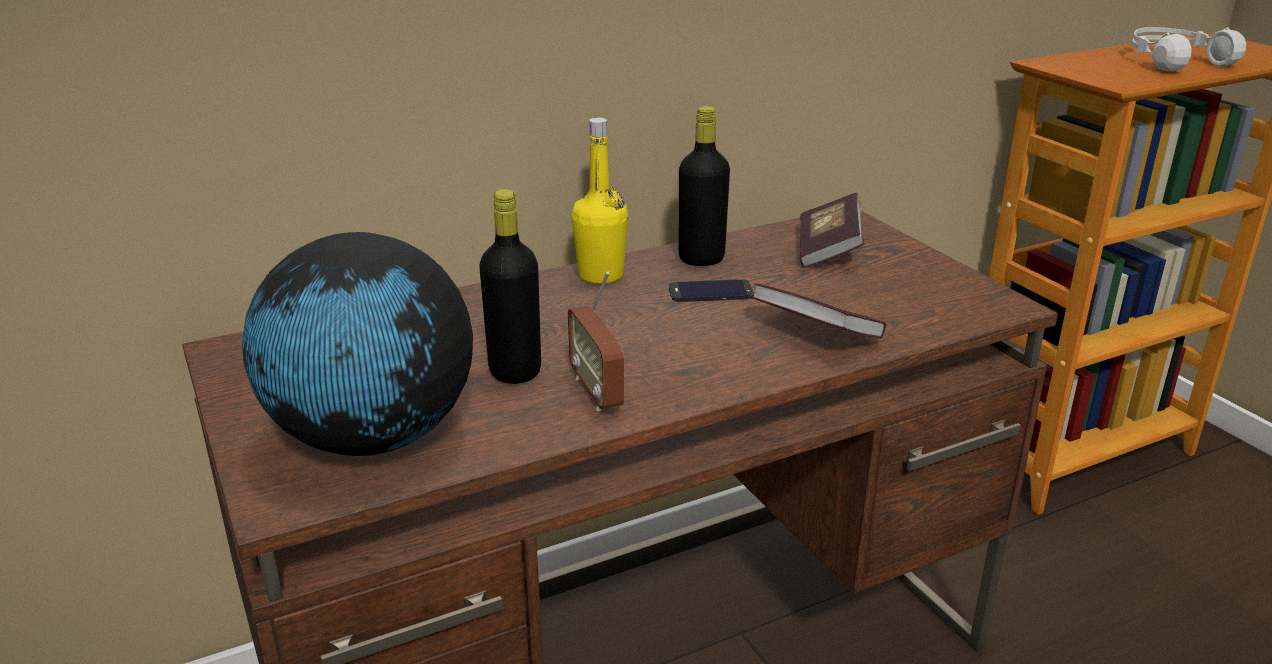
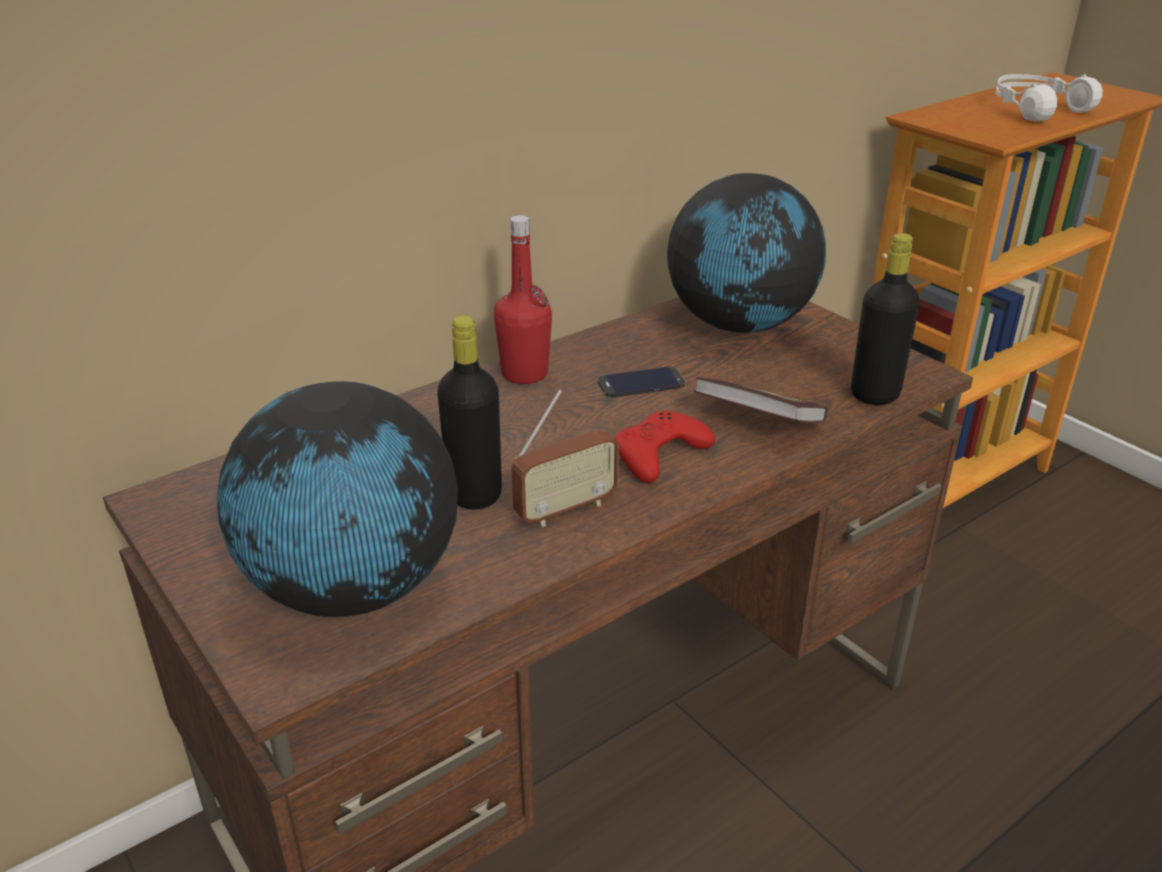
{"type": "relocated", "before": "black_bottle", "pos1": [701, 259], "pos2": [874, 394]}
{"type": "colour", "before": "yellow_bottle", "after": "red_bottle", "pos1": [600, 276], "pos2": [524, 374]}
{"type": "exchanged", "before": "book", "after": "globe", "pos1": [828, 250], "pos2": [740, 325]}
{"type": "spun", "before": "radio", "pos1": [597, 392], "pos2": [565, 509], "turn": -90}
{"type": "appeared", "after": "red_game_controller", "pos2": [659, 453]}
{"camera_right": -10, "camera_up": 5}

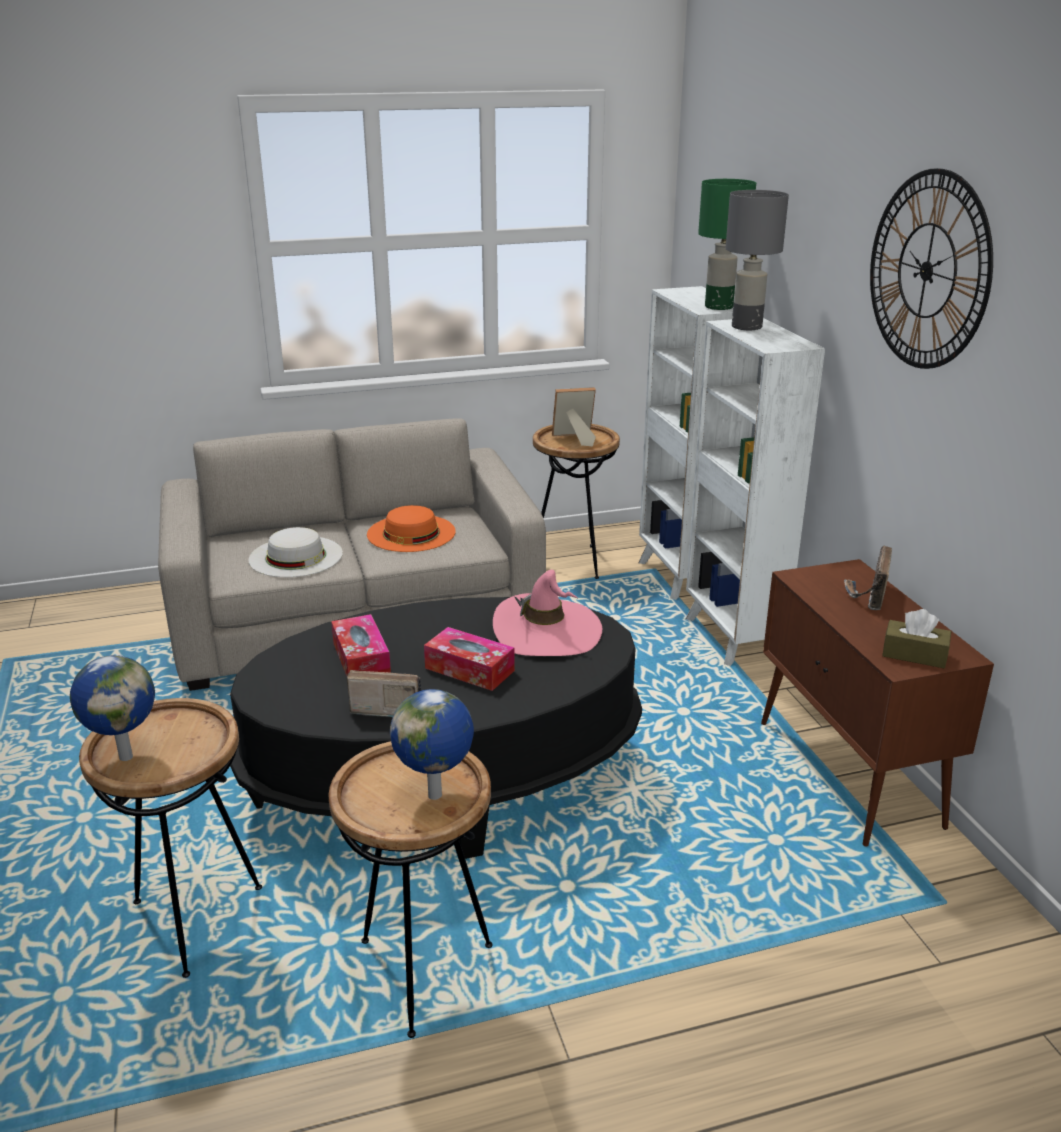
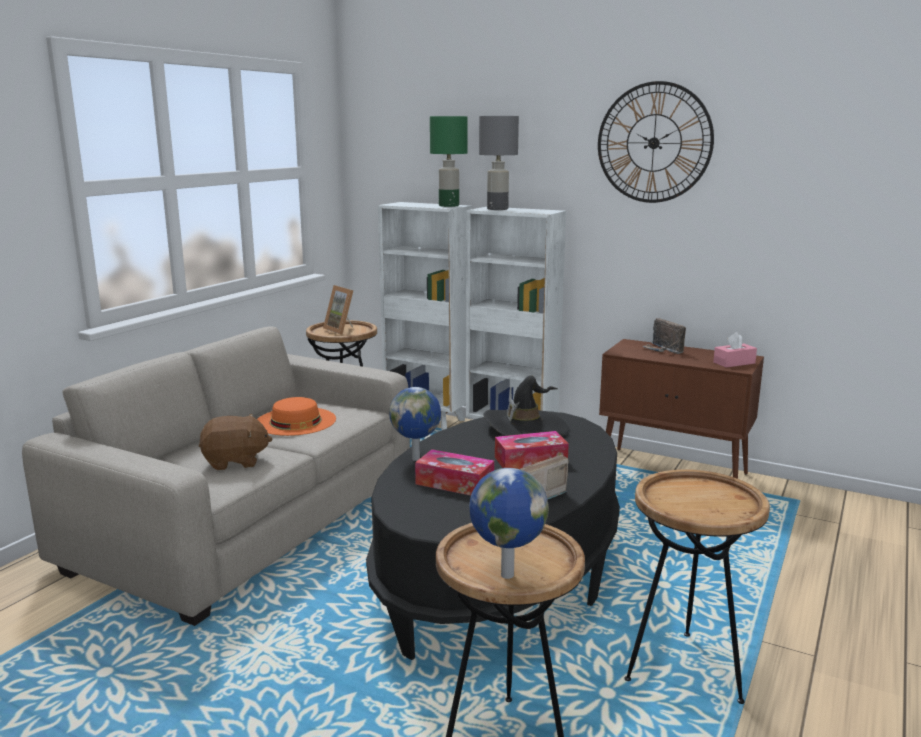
{"type": "spun", "before": "picture_frame", "pos1": [574, 439], "pos2": [342, 330], "turn": -75}
{"type": "exchanged", "before": "white_hat", "after": "brown_plush_toy", "pos1": [296, 556], "pos2": [235, 461]}
{"type": "colour", "before": "pink_hat", "after": "black_hat", "pos1": [547, 631], "pos2": [526, 428]}
{"type": "colour", "before": "brown_tissue_box", "after": "pink_tissue_box", "pos1": [914, 655], "pos2": [734, 363]}
{"type": "relocated", "before": "globe", "pos1": [436, 795], "pos2": [417, 458]}
{"camera_right": -45, "camera_up": -10}

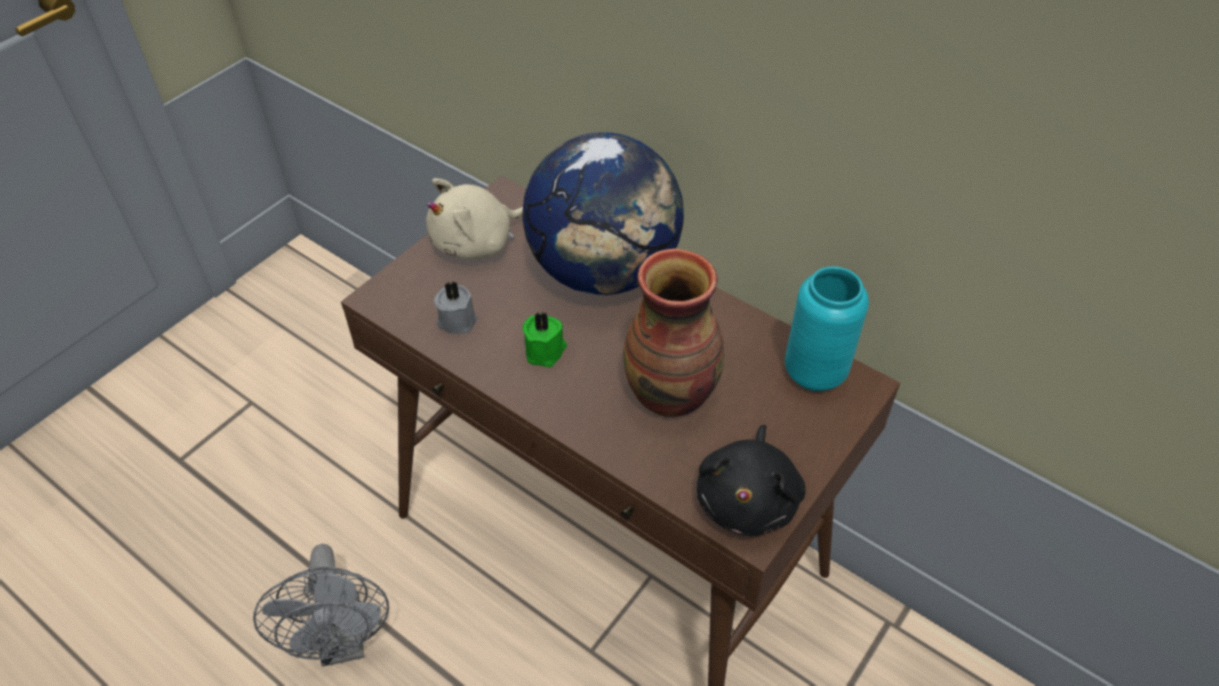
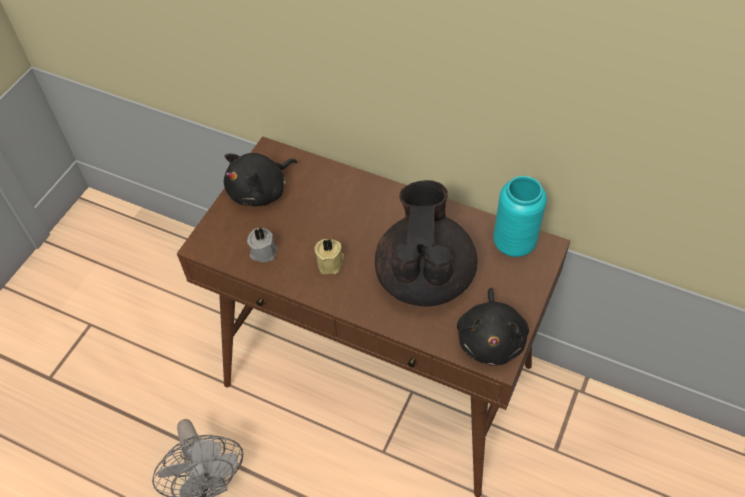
{"type": "missing", "before": "globe", "pos1": [604, 271]}
{"type": "colour", "before": "beige_plush_toy", "after": "black_plush_toy", "pos1": [478, 242], "pos2": [260, 191]}
{"type": "exchanged", "before": "vase", "after": "black_teapot", "pos1": [673, 394], "pos2": [424, 276]}
{"type": "colour", "before": "green_candle", "after": "beige_candle", "pos1": [546, 351], "pos2": [331, 262]}
{"camera_right": -10, "camera_up": 5}

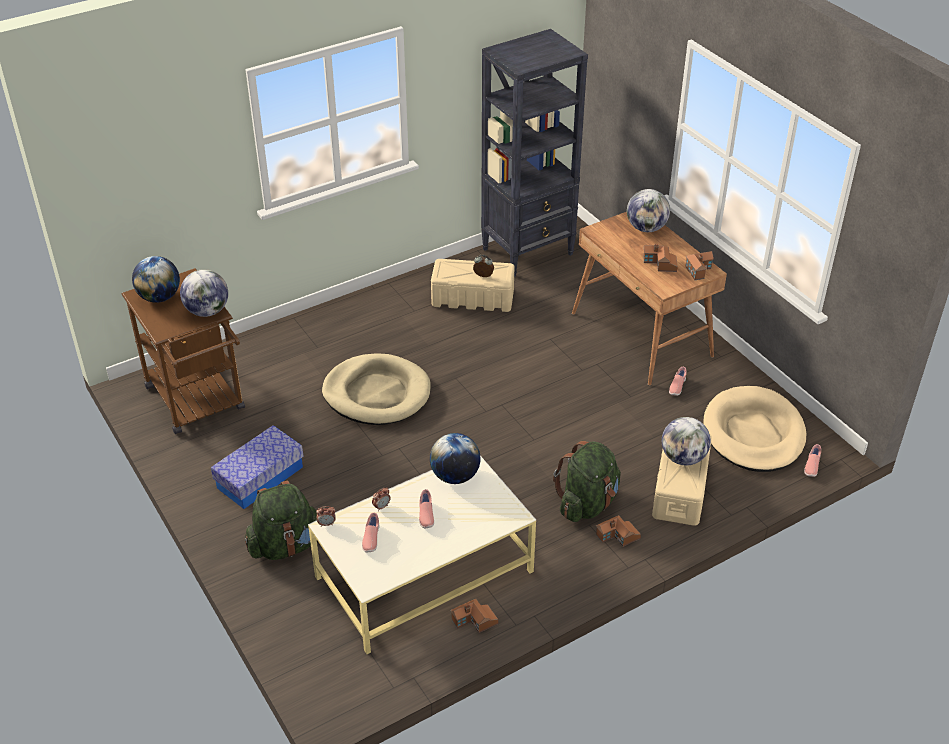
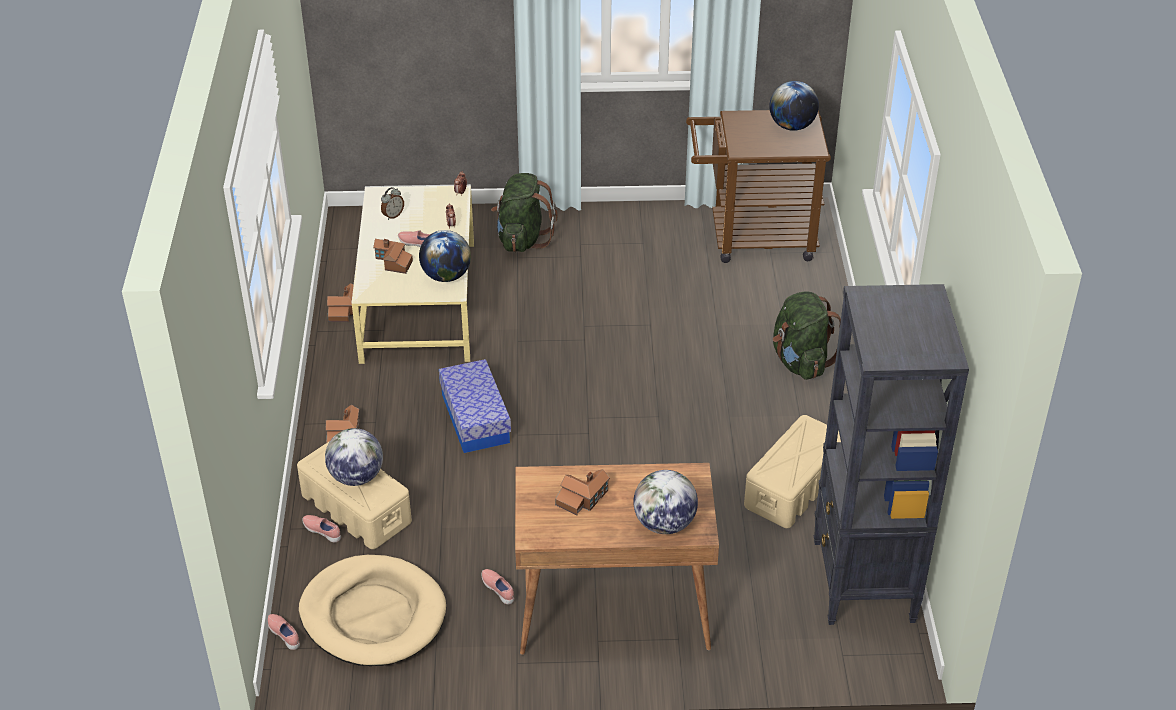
{"type": "relocated", "before": "toy_house", "pos1": [698, 269], "pos2": [393, 262]}
{"type": "relocated", "before": "alarm_clock", "pos1": [483, 276], "pos2": [393, 215]}
{"type": "missing", "before": "globe", "pos1": [207, 311]}
{"type": "missing", "before": "beige_dog_bed", "pos1": [377, 393]}
{"type": "relocated", "before": "storage_box", "pos1": [260, 477], "pos2": [475, 418]}
{"type": "relocated", "before": "green_backpack", "pos1": [587, 503], "pos2": [801, 362]}
{"type": "relocated", "before": "pink_shoe", "pos1": [371, 539], "pos2": [323, 531]}
{"camera_right": 120, "camera_up": 0}

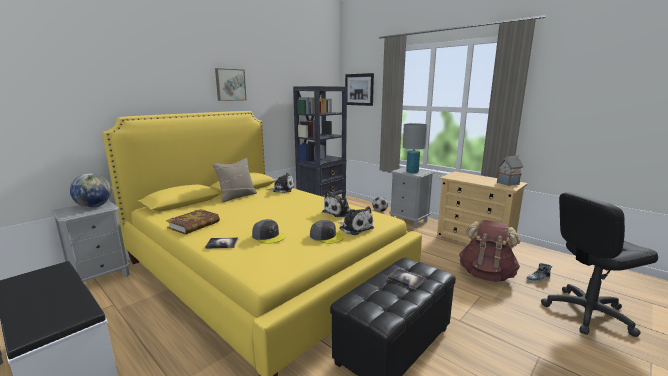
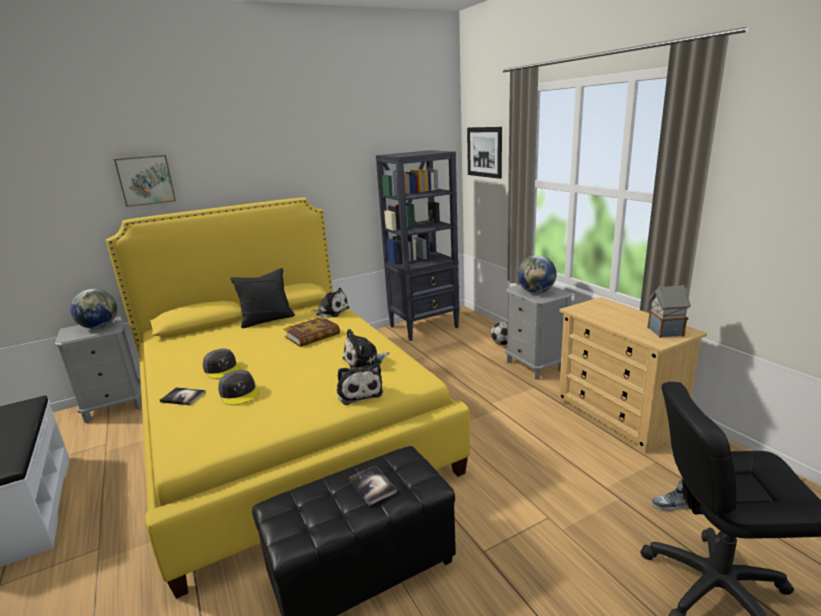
{"type": "relocated", "before": "picture", "pos1": [230, 85], "pos2": [145, 180]}
{"type": "exchanged", "before": "grey_table_lamp", "after": "globe", "pos1": [412, 172], "pos2": [536, 292]}
{"type": "colour", "before": "beige_pillow", "after": "black_pillow", "pos1": [237, 196], "pos2": [267, 320]}
{"type": "relocated", "before": "book", "pos1": [194, 225], "pos2": [312, 335]}
{"type": "relocated", "before": "grey_cap", "pos1": [326, 236], "pos2": [222, 369]}
{"type": "missing", "before": "brown_backpack", "pos1": [486, 275]}
{"camera_right": 20, "camera_up": 5}

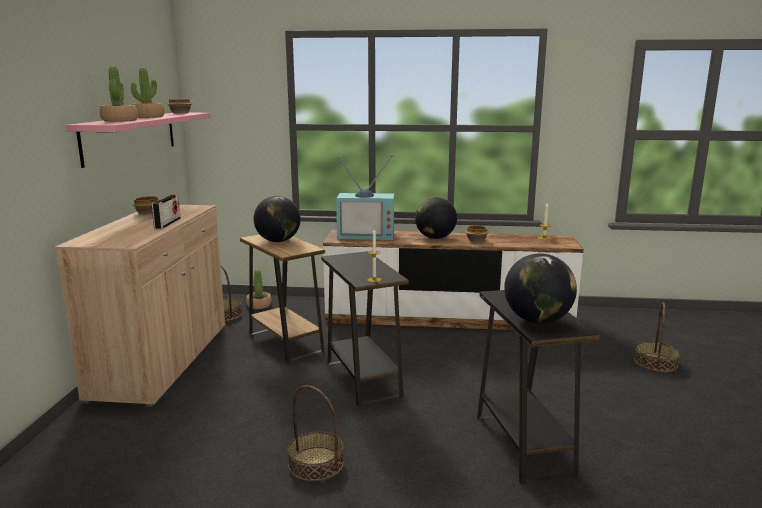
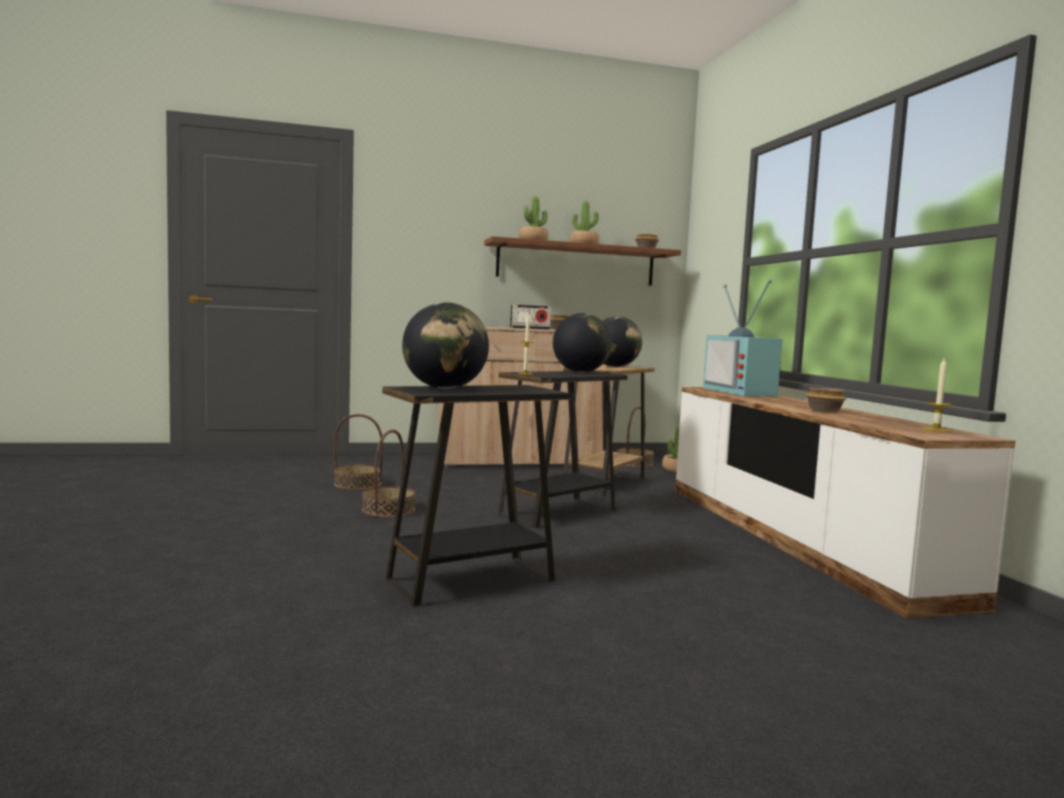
{"type": "colour", "before": "pink_shelf", "after": "brown_shelf", "pos1": [131, 136], "pos2": [576, 264]}
{"type": "relocated", "before": "globe", "pos1": [435, 238], "pos2": [580, 372]}
{"type": "relocated", "before": "basket", "pos1": [655, 362], "pos2": [358, 484]}
{"camera_right": 70, "camera_up": -10}

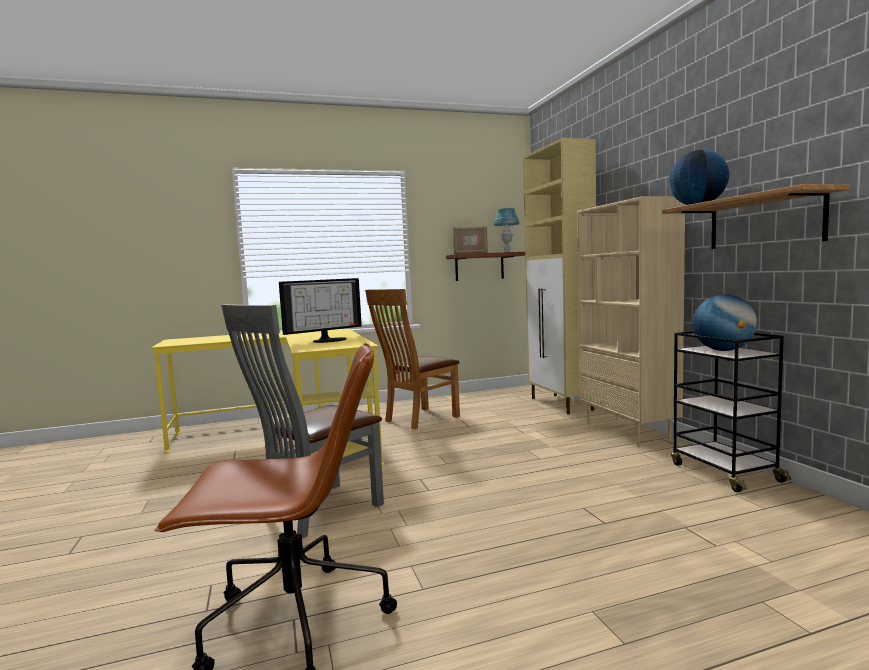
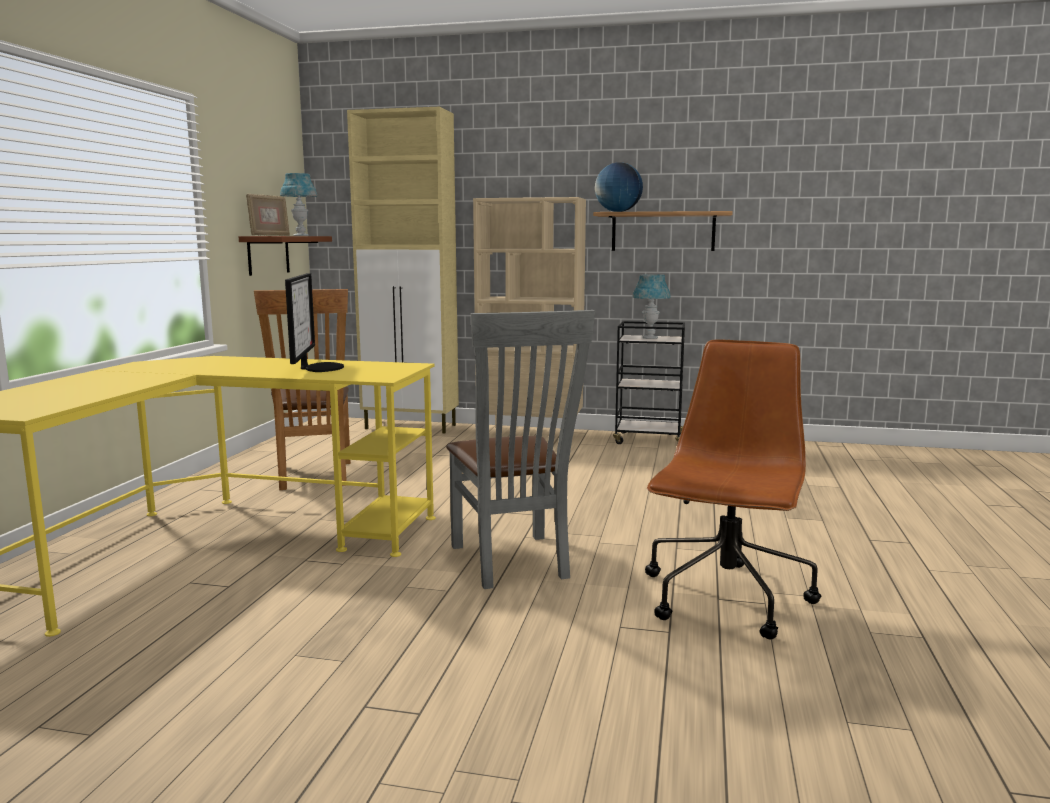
{"type": "exchanged", "before": "globe", "after": "blue_table_lamp", "pos1": [723, 350], "pos2": [650, 338]}
{"camera_right": -60, "camera_up": 5}

